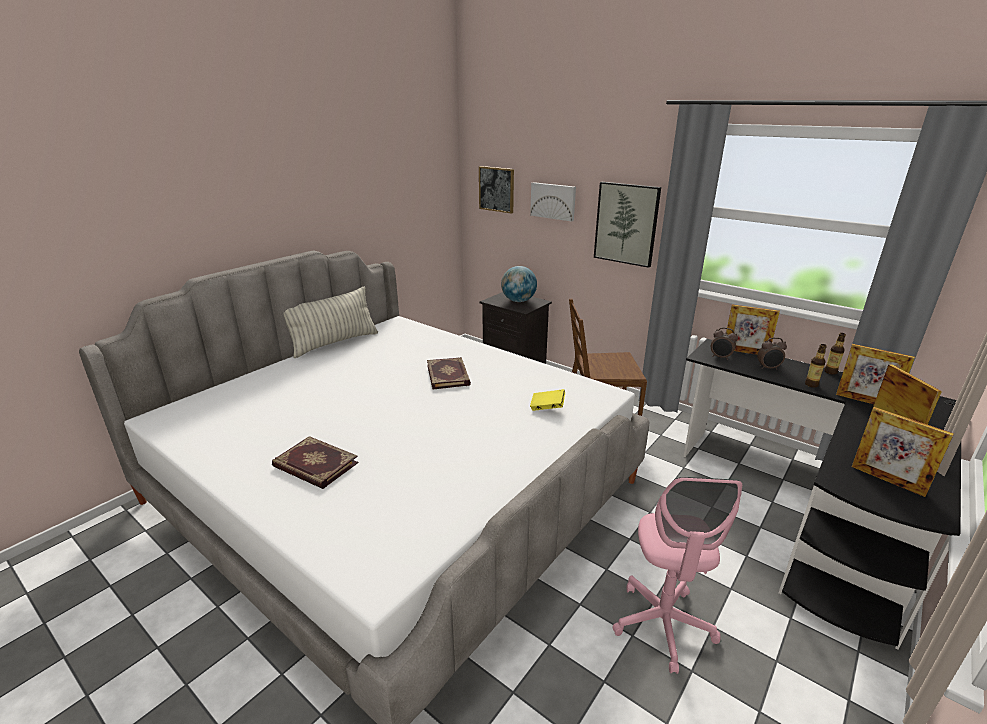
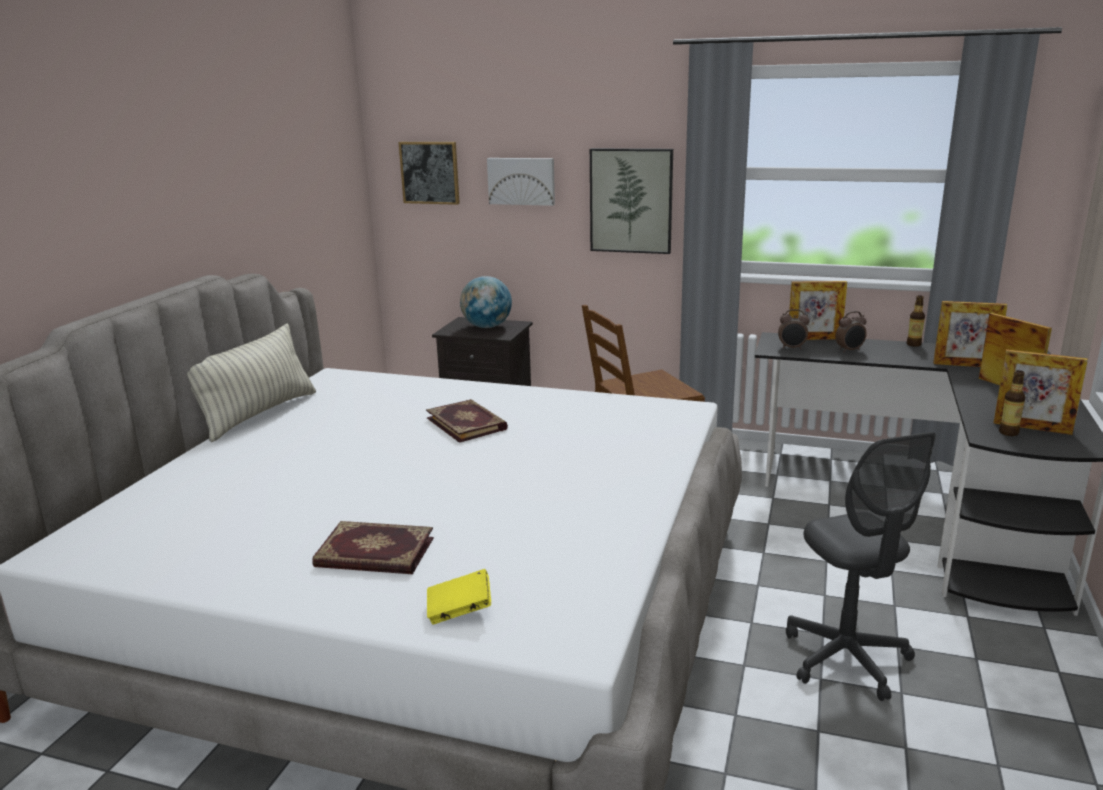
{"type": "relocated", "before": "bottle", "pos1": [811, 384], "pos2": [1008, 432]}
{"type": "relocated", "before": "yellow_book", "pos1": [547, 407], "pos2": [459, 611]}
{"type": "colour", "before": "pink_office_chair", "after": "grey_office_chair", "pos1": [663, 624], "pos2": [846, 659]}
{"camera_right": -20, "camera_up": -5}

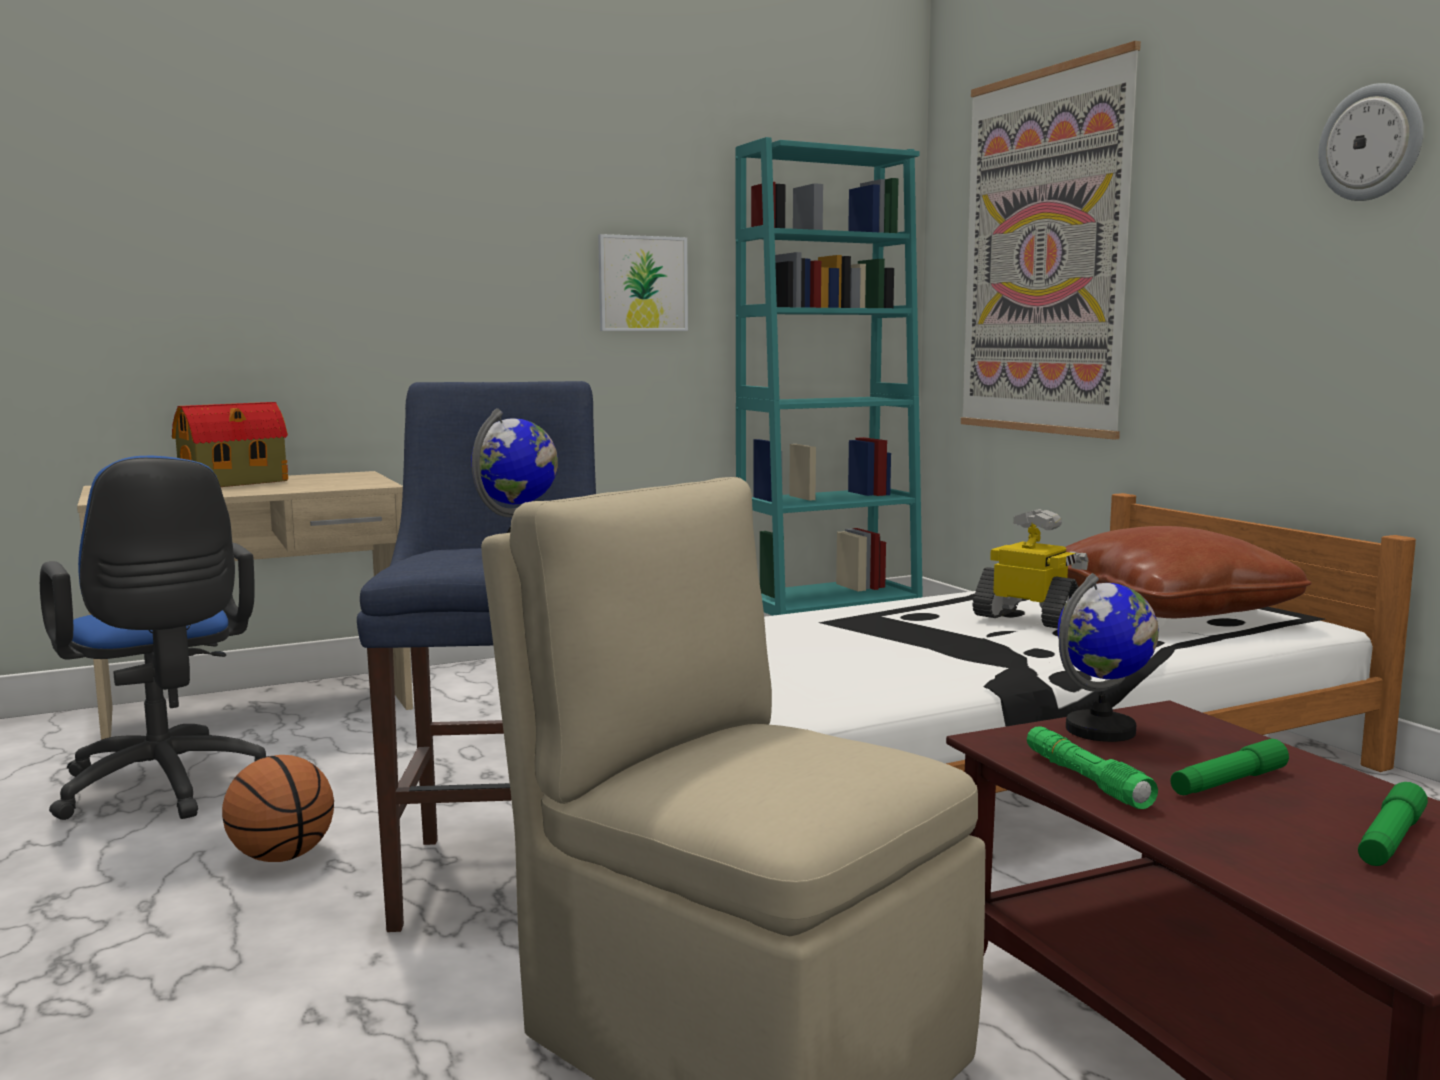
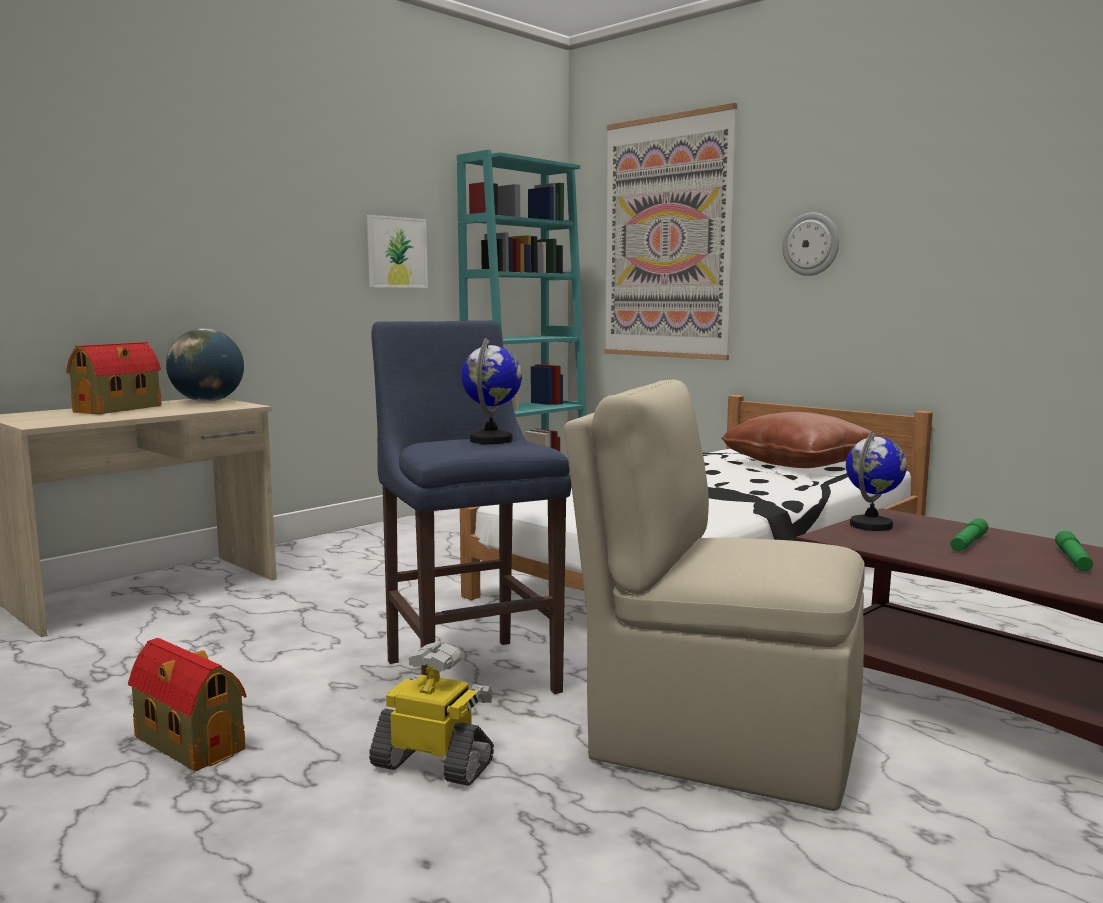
{"type": "relocated", "before": "wall_clock", "pos1": [1371, 143], "pos2": [811, 244]}
{"type": "missing", "before": "blue_office_chair", "pos1": [165, 789]}
{"type": "relocated", "before": "toy_robot", "pos1": [1030, 619], "pos2": [434, 764]}
{"type": "missing", "before": "green_flashlight", "pos1": [1085, 779]}
{"type": "missing", "before": "basketball", "pos1": [282, 857]}
{"type": "appeared", "after": "globe", "pos2": [208, 401]}
{"type": "appeared", "after": "toy_house", "pos2": [188, 742]}
{"camera_right": -20, "camera_up": 0}

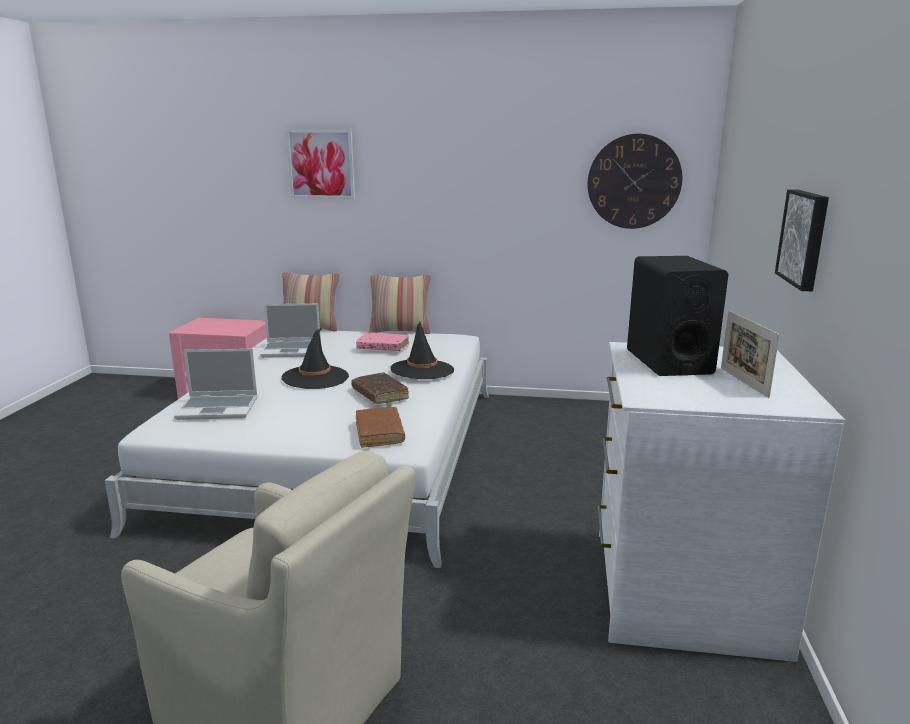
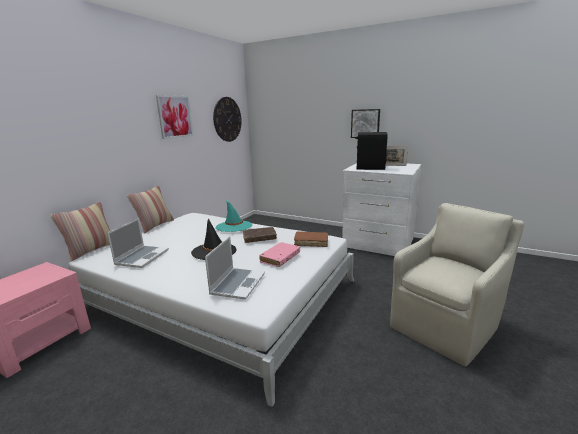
{"type": "relocated", "before": "picture", "pos1": [321, 164], "pos2": [175, 116]}
{"type": "colour", "before": "black_hat", "after": "turquoise_hat", "pos1": [422, 370], "pos2": [234, 226]}
{"type": "relocated", "before": "pink_book", "pos1": [383, 347], "pos2": [280, 258]}
{"camera_right": -70, "camera_up": 0}

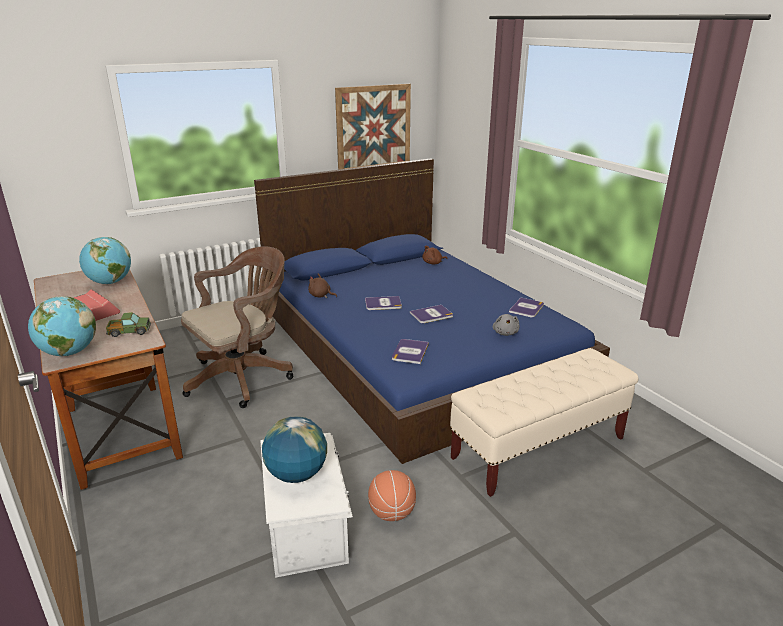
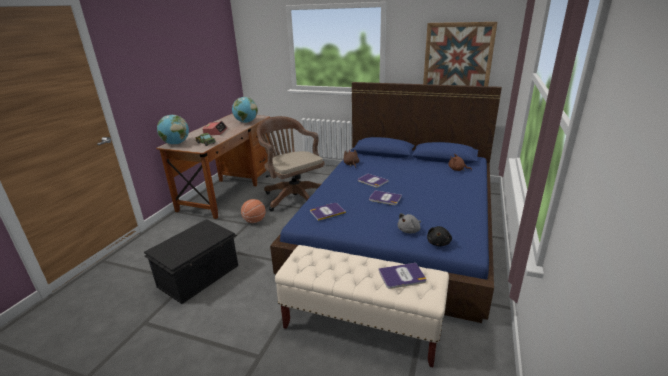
{"type": "spun", "before": "brown_office_chair", "pos1": [243, 377], "pos2": [293, 197], "turn": -135}
{"type": "relocated", "before": "book", "pos1": [526, 308], "pos2": [402, 276]}
{"type": "missing", "before": "globe", "pos1": [296, 474]}
{"type": "colour", "before": "white_storage_box", "after": "black_storage_box", "pos1": [307, 525], "pos2": [200, 276]}
{"type": "relocated", "before": "basketball", "pos1": [392, 513], "pos2": [254, 221]}
{"type": "appeared", "after": "black_plush_toy", "pos2": [438, 243]}
{"camera_right": 50, "camera_up": 0}

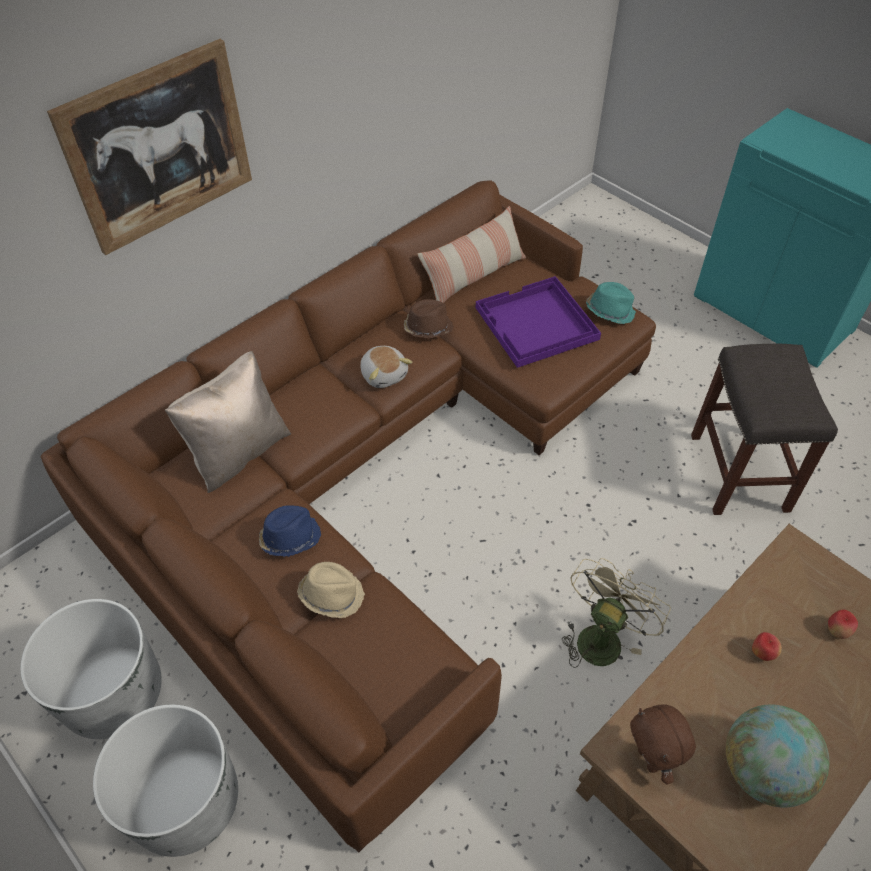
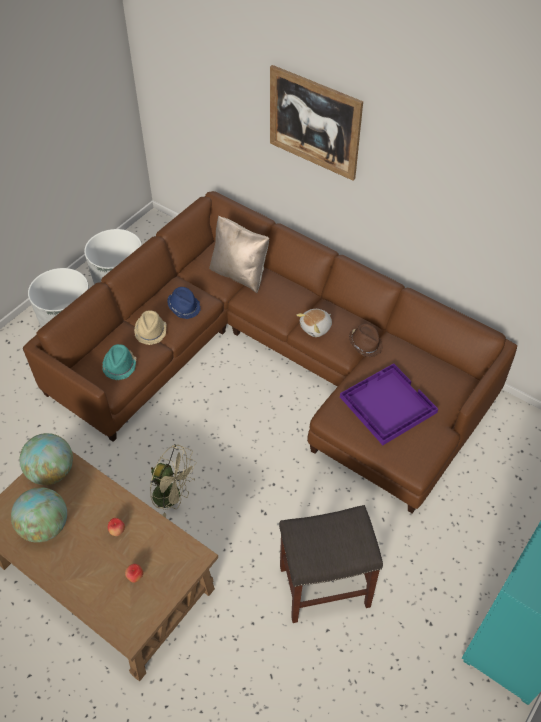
{"type": "missing", "before": "pillow", "pos1": [474, 276]}
{"type": "relocated", "before": "turquoise_hat", "pos1": [609, 311], "pos2": [120, 365]}
{"type": "exchanged", "before": "brown_plush_toy", "after": "globe", "pos1": [650, 759], "pos2": [52, 472]}
{"camera_right": 80, "camera_up": 0}

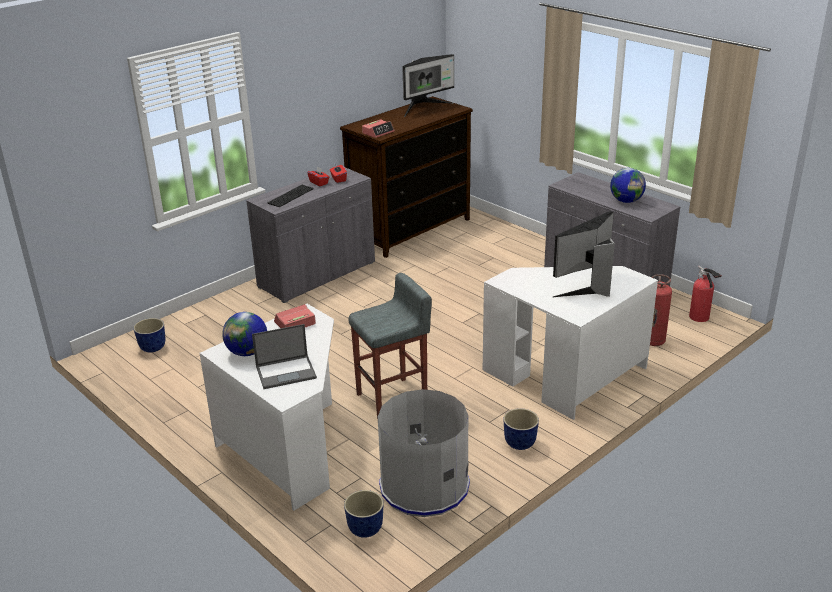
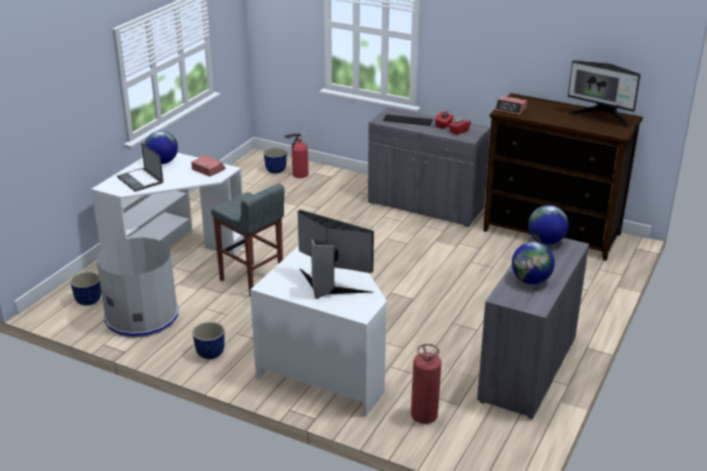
{"type": "relocated", "before": "fire_extinguisher", "pos1": [700, 318], "pos2": [298, 175]}
{"type": "appeared", "after": "globe", "pos2": [546, 241]}
{"camera_right": 70, "camera_up": 0}

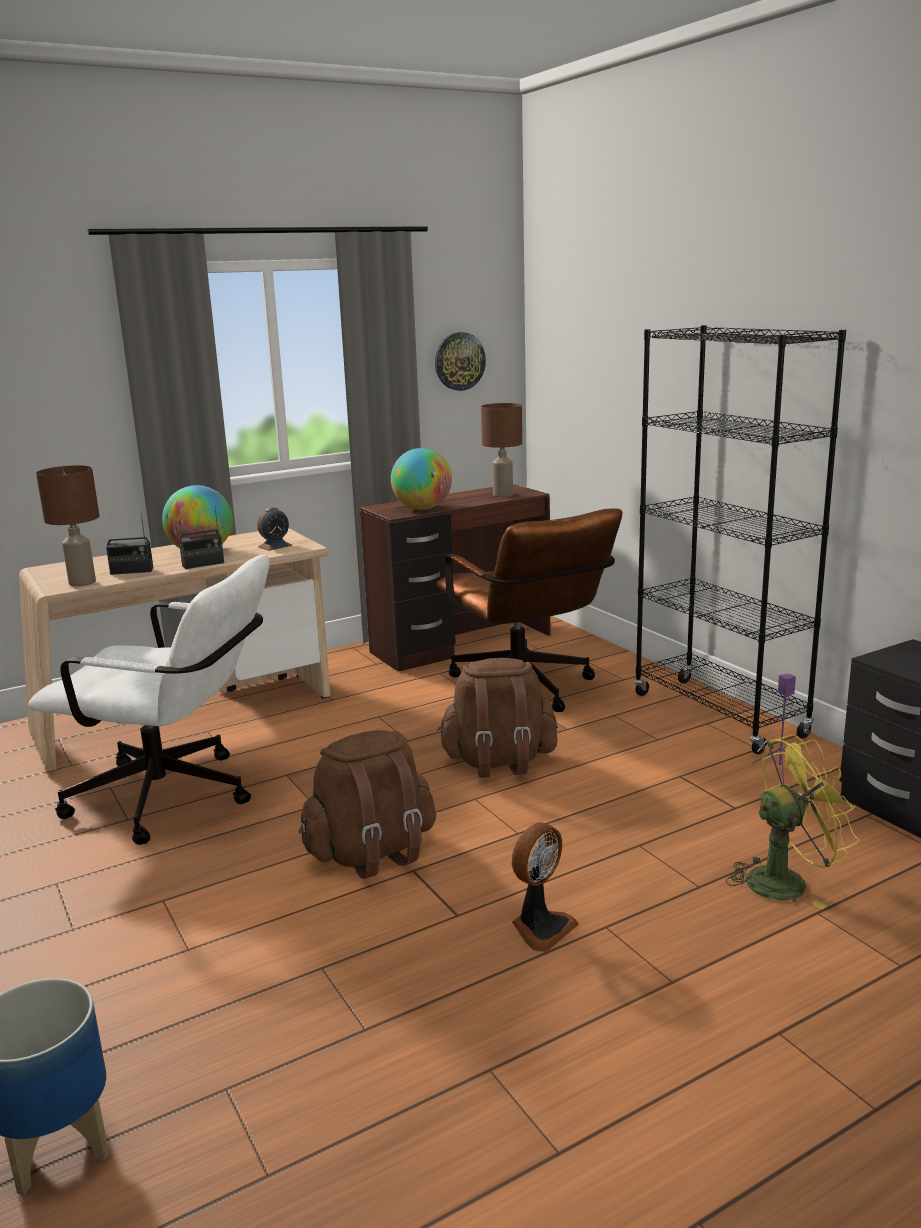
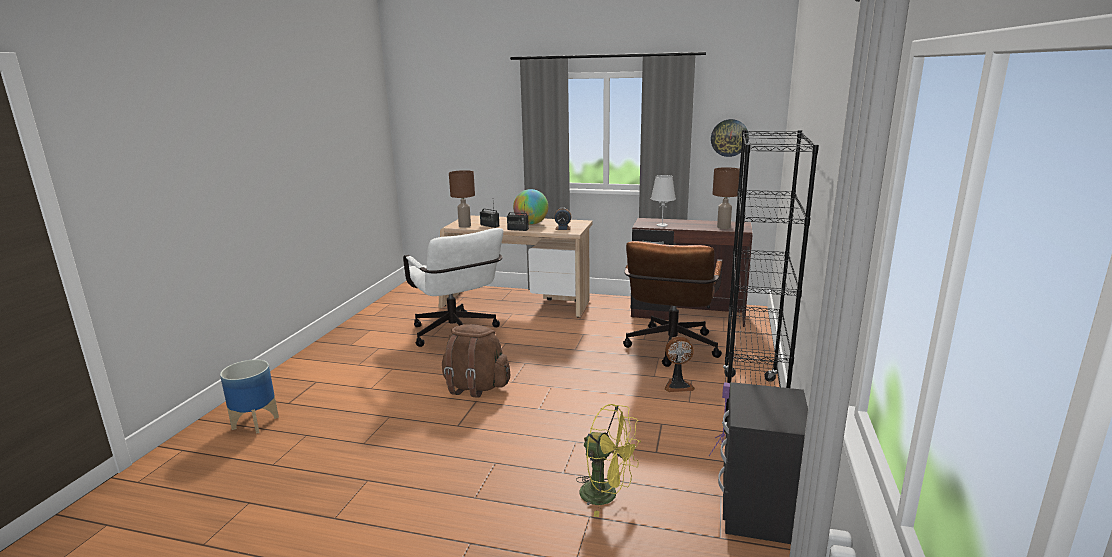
{"type": "exchanged", "before": "globe", "after": "white_table_lamp", "pos1": [422, 509], "pos2": [662, 225]}
{"type": "missing", "before": "brown_backpack", "pos1": [499, 762]}
{"type": "relocated", "before": "fan", "pos1": [541, 927], "pos2": [678, 385]}
{"camera_right": 45, "camera_up": 0}

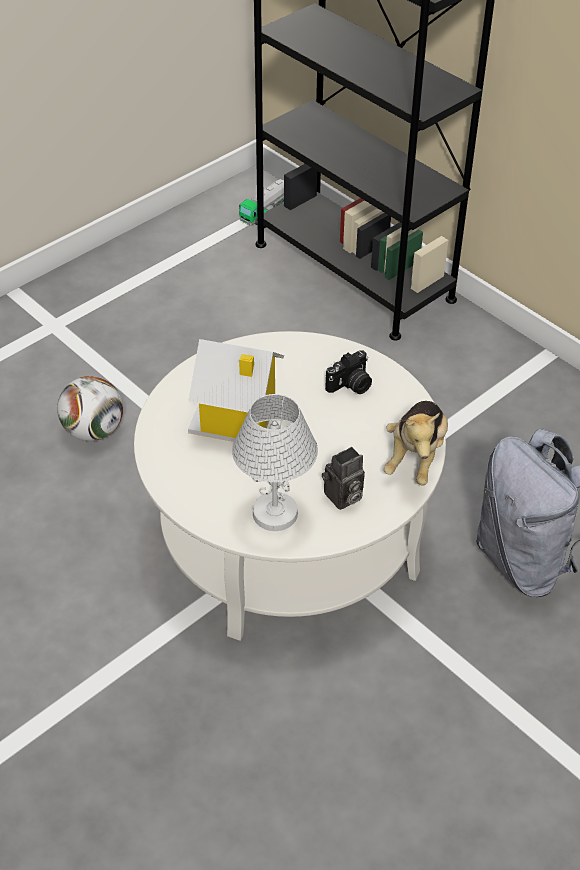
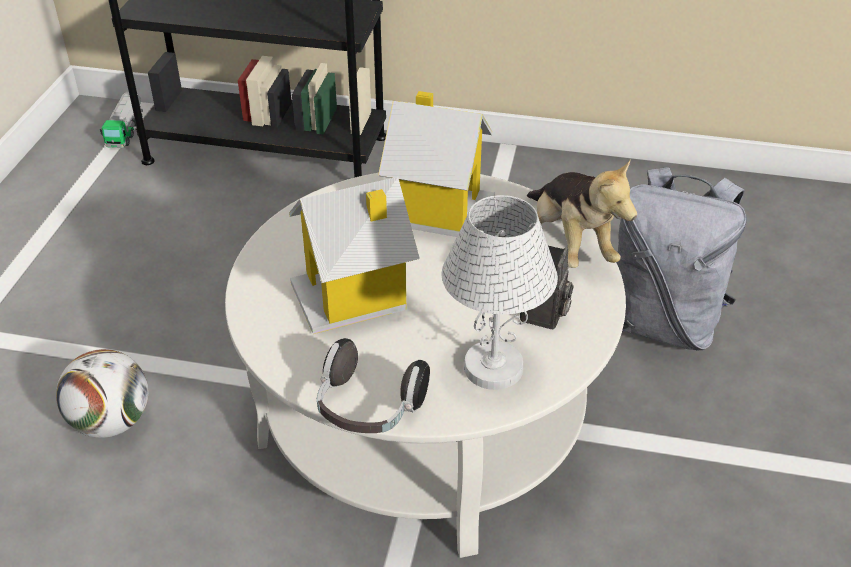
{"type": "exchanged", "before": "photo_camera", "after": "toy_house", "pos1": [350, 385], "pos2": [438, 209]}
{"type": "appeared", "after": "headphones", "pos2": [368, 409]}
{"camera_right": -35, "camera_up": -5}

